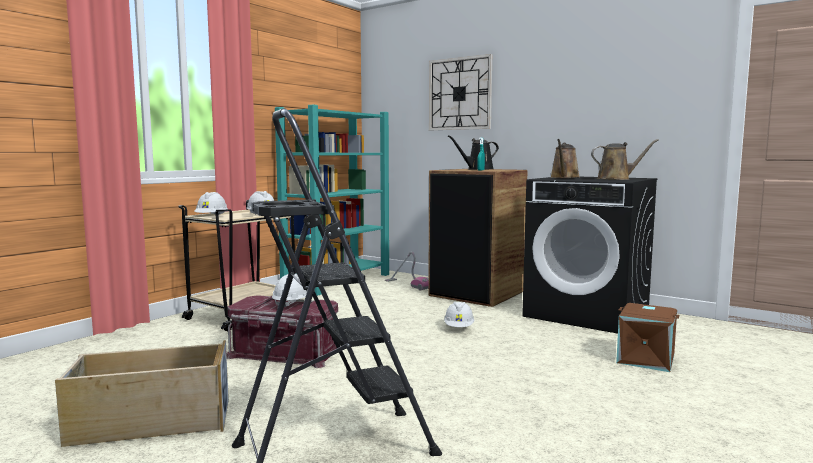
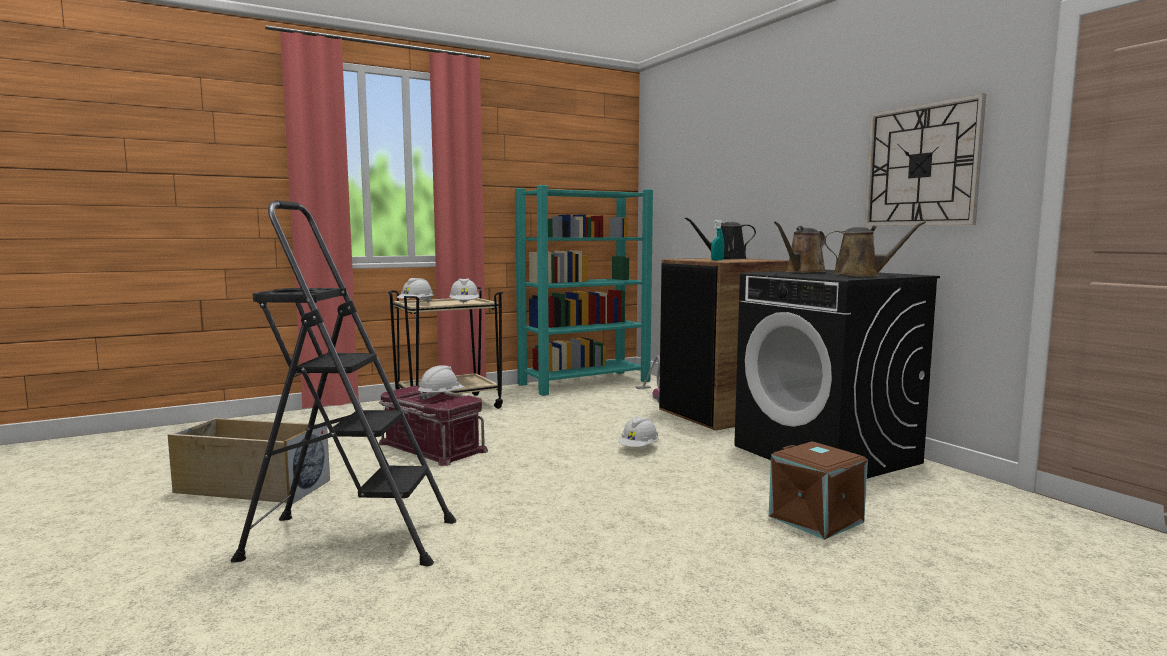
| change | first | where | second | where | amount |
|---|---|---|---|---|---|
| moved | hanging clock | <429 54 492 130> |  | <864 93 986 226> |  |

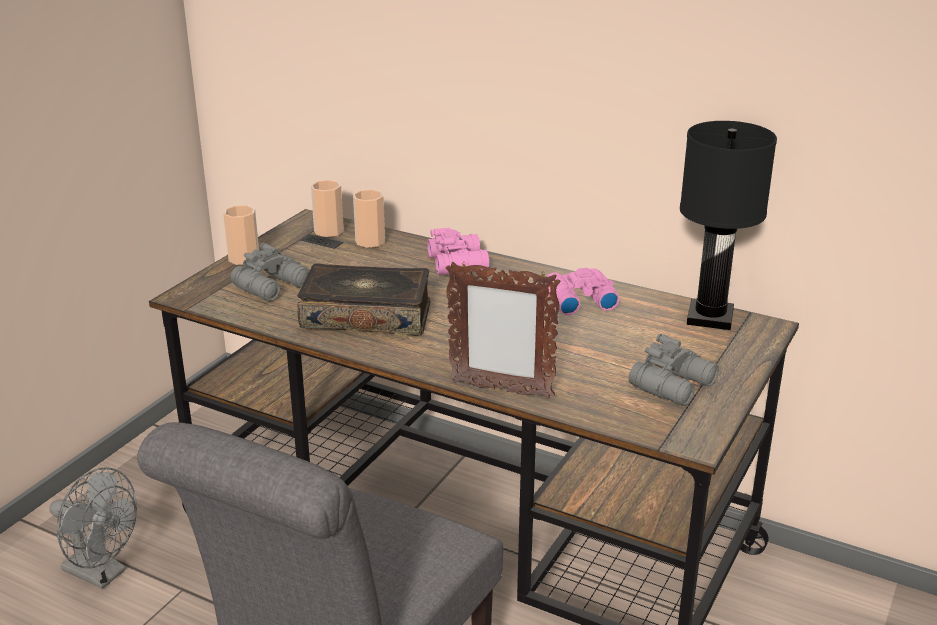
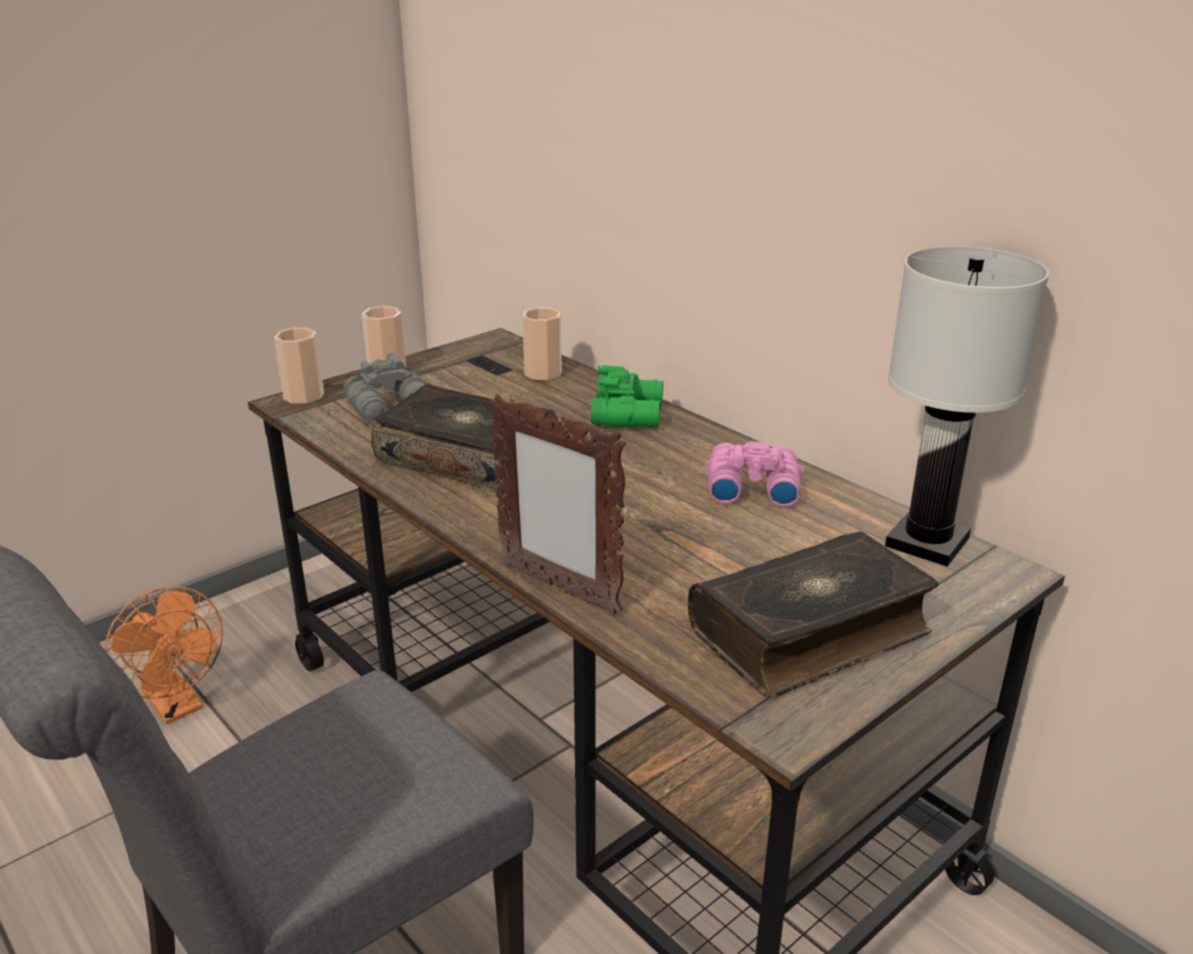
| change | first | where | second | where | amount |
|---|---|---|---|---|---|
| moved | small cup | <311 180 344 237> |  | <274 328 324 404> |  |
| replaced | grey binoculars | <628 334 719 406> | bound book | <688 531 939 697> |  |
| recoloured | grey electric fan | <49 467 137 589> | orange-coloured electric fan | <104 586 223 724> |  |
| recoloured | pink-coloured binoculars | <427 228 489 275> | green binoculars | <591 365 663 428> |  |
| recoloured | black table lamp | <680 121 777 330> | white-coloured table lamp | <885 246 1049 566> |  |

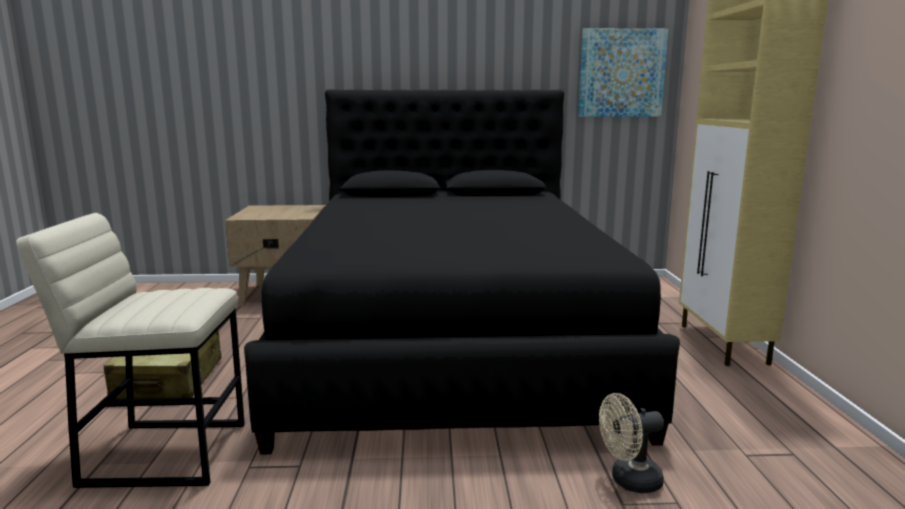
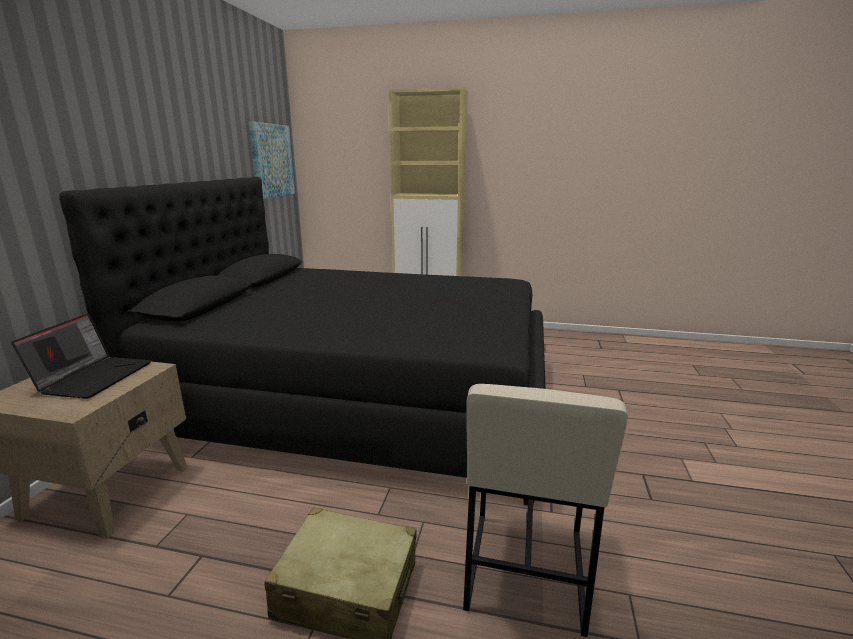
| change | first | where | second | where | amount |
|---|---|---|---|---|---|
| removed | beige-coloured electric fan | <599 393 664 493> |  |  |  |
| added |  |  | notebook computer | <11 313 151 399> |  |

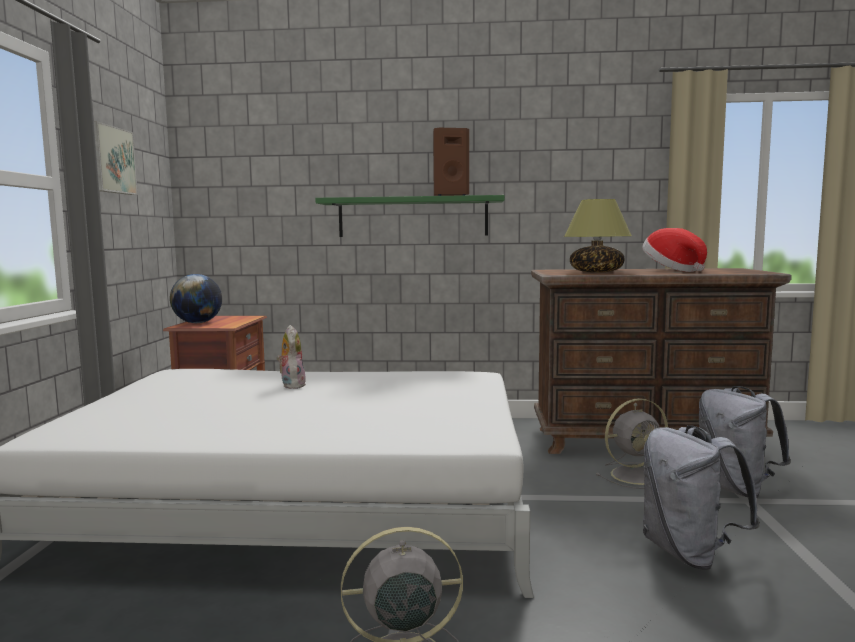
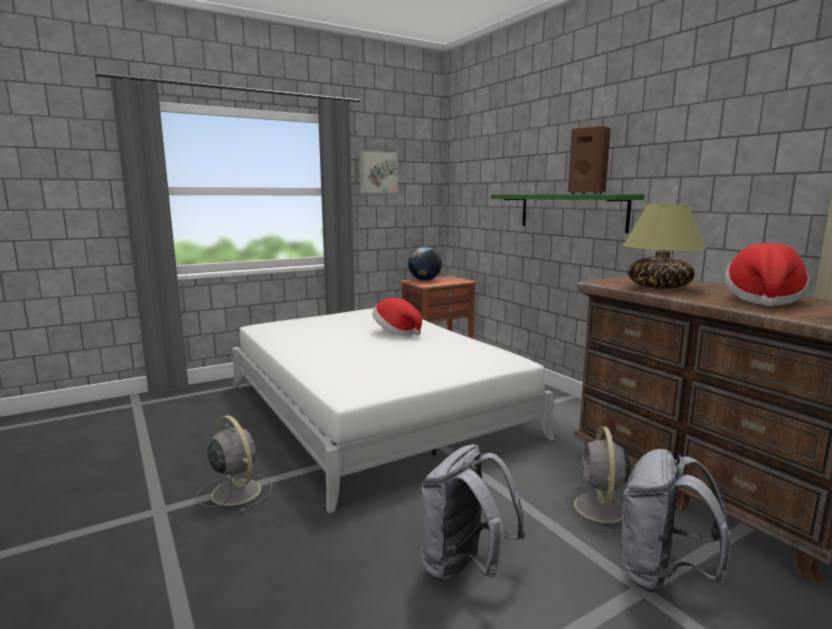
| change | first | where | second | where | amount |
|---|---|---|---|---|---|
| replaced | cuddly toy | <276 325 306 389> | clothing hat | <372 298 422 336> |  |
| turned | grey electric fan | <596 398 668 489> |  | <563 426 631 531> | 60 degrees clockwise |

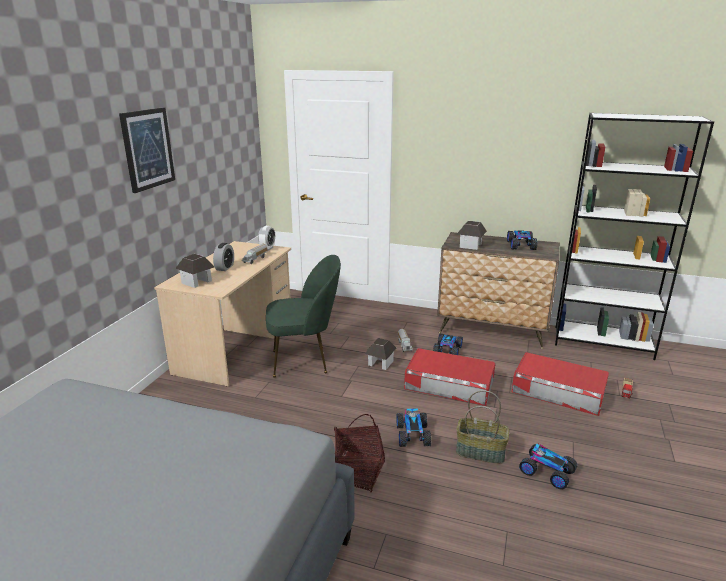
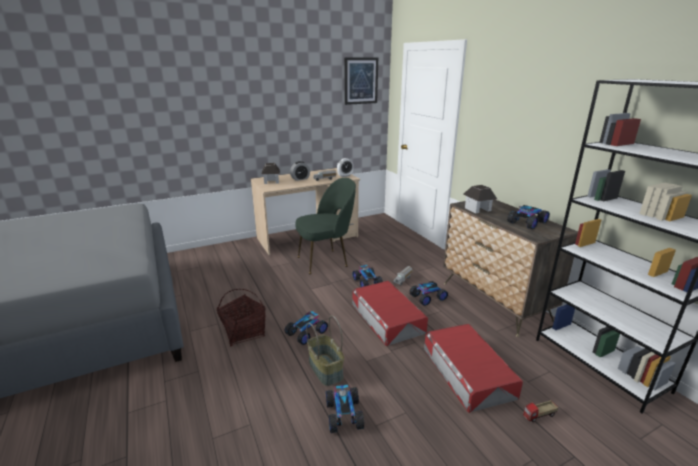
| change | first | where | second | where | amount |
|---|---|---|---|---|---|
| moved | wall art | <119 107 175 193> |  | <344 57 378 105> |  |
| replaced | toy house | <365 338 396 370> | miniature car | <353 265 383 287> |  |
| turned | green chair | <266 255 341 378> |  | <295 178 356 274> | 60 degrees counterclockwise |

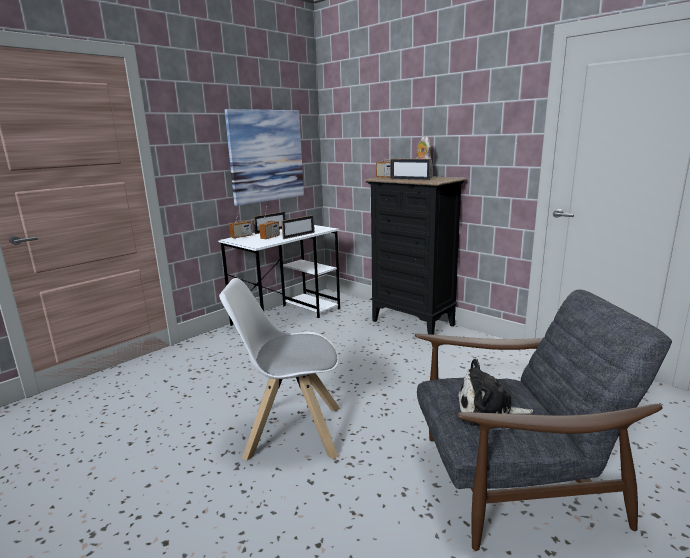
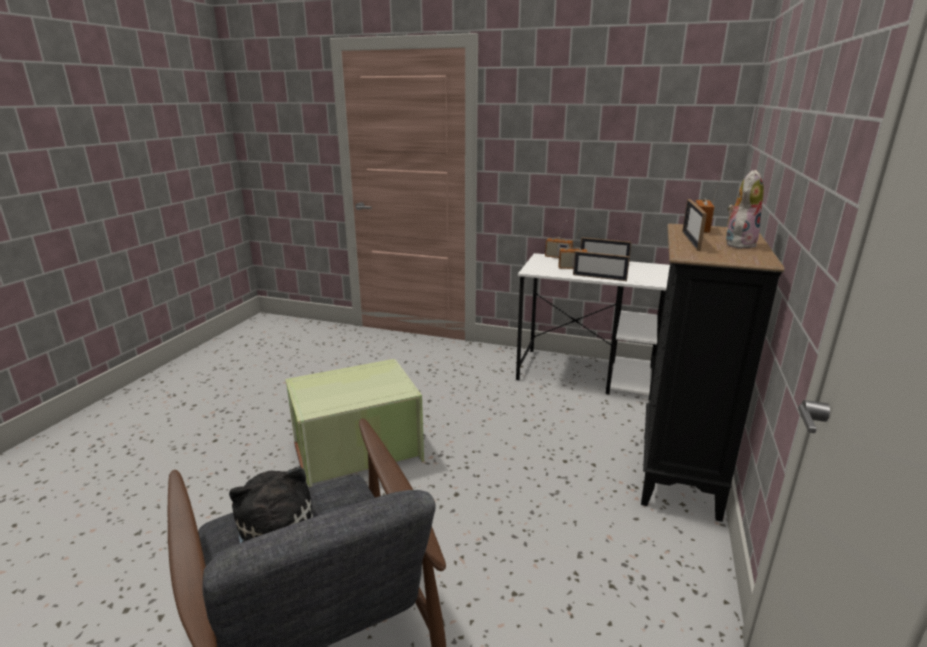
| change | first | where | second | where | amount |
|---|---|---|---|---|---|
| removed | wall art | <224 109 304 206> |  |  |  |
| replaced | chair | <219 278 340 461> | green storage container | <285 359 424 487> |  |

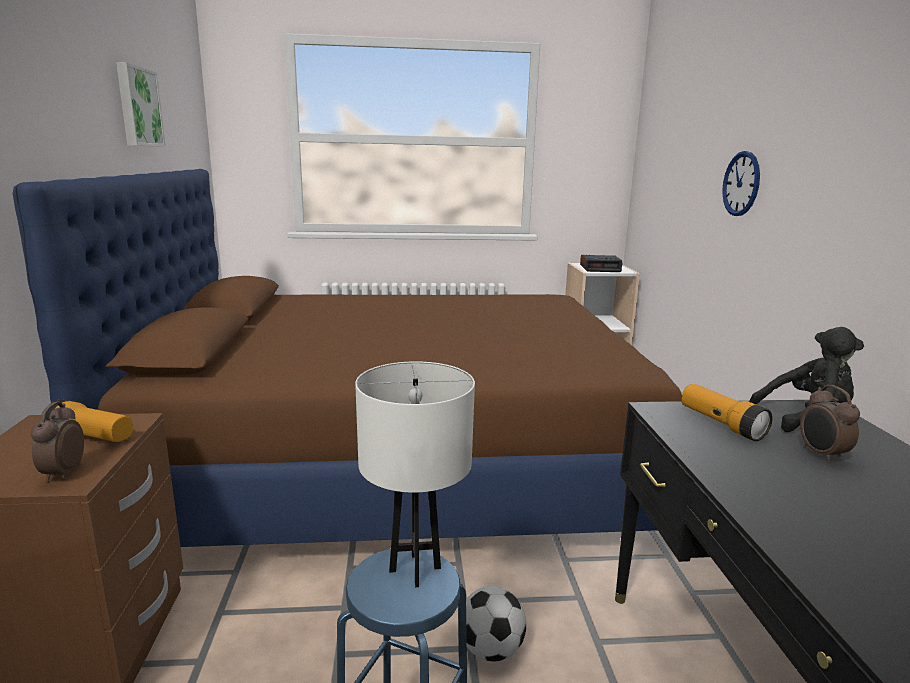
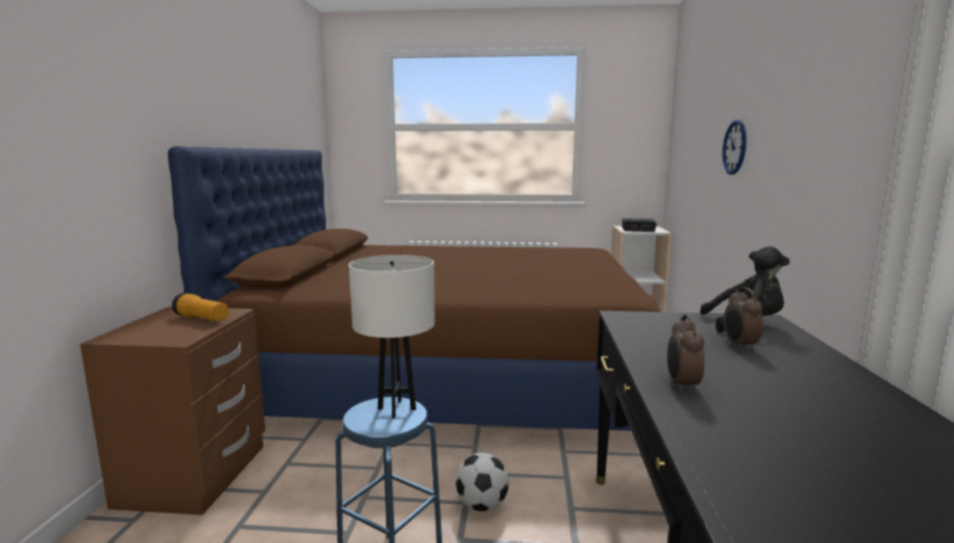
| change | first | where | second | where | amount |
|---|---|---|---|---|---|
| removed | wall art | <116 62 166 147> |  |  |  |
| removed | hand torch | <681 384 773 441> |  |  |  |
| moved | table clock | <31 402 84 483> |  | <667 315 705 392> |  |

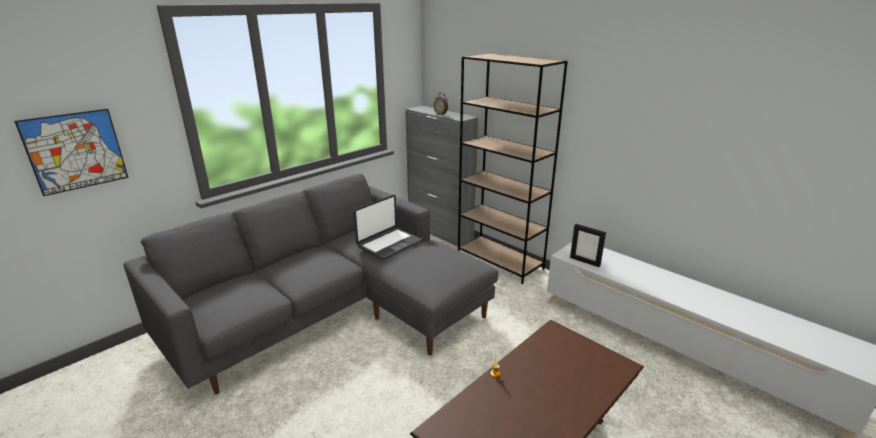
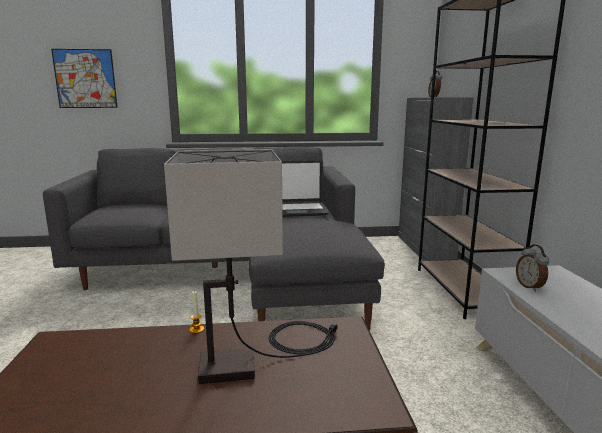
| change | first | where | second | where | amount |
|---|---|---|---|---|---|
| added |  |  | table lamp | <164 149 338 384> |  |
| replaced | standing frame | <570 224 606 267> | table clock | <516 245 549 292> |  |

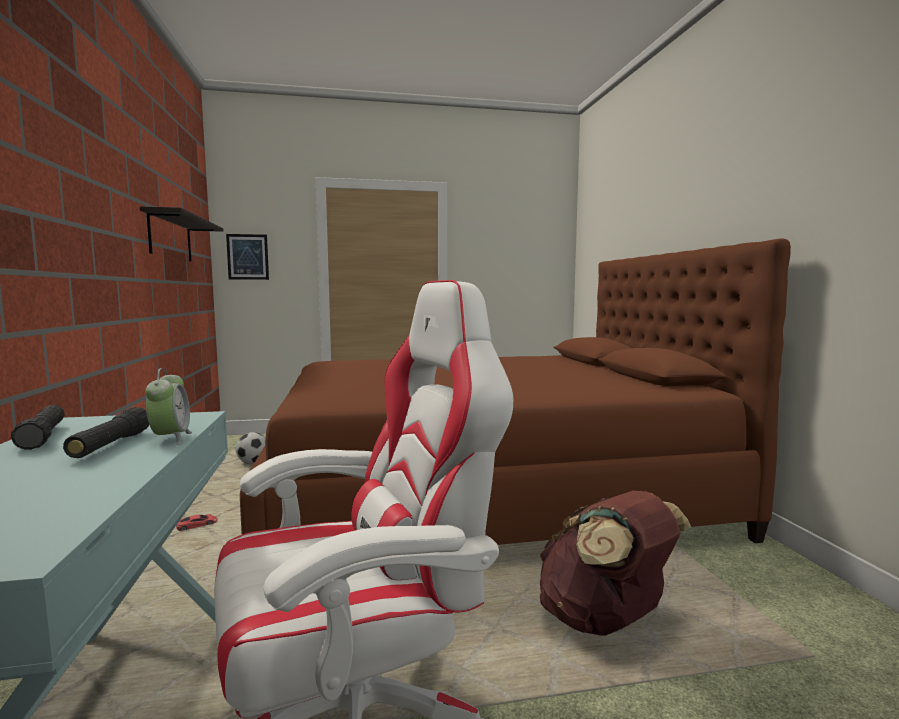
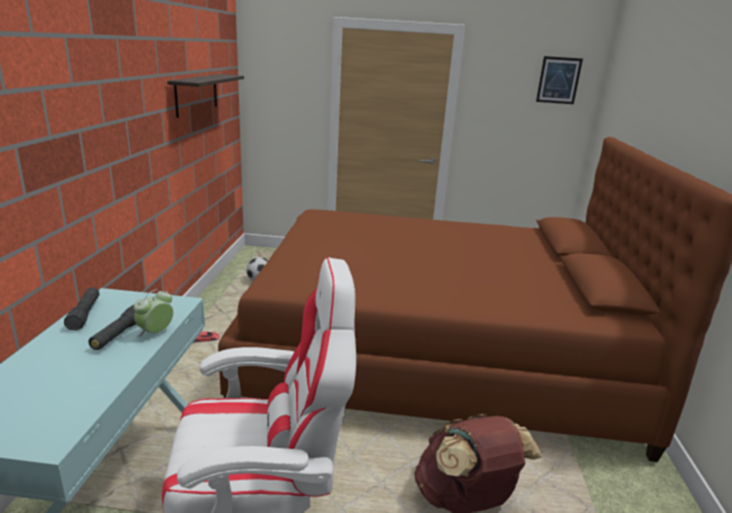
| change | first | where | second | where | amount |
|---|---|---|---|---|---|
| moved | wall art | <226 234 269 280> |  | <536 56 583 104> |  |
| turned | table clock | <146 368 192 445> |  | <134 289 173 337> | 150 degrees counterclockwise |

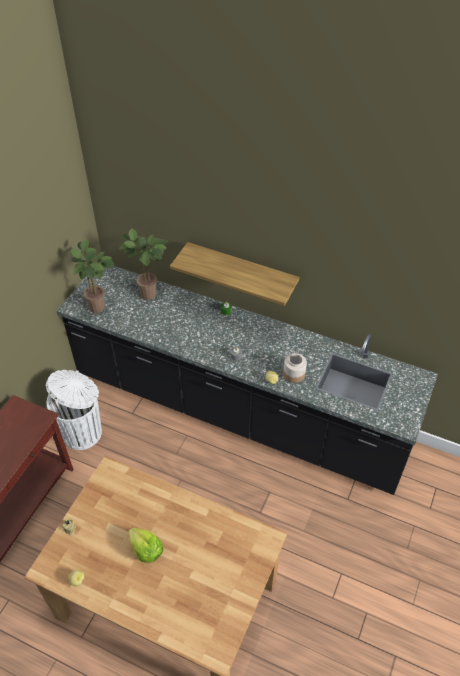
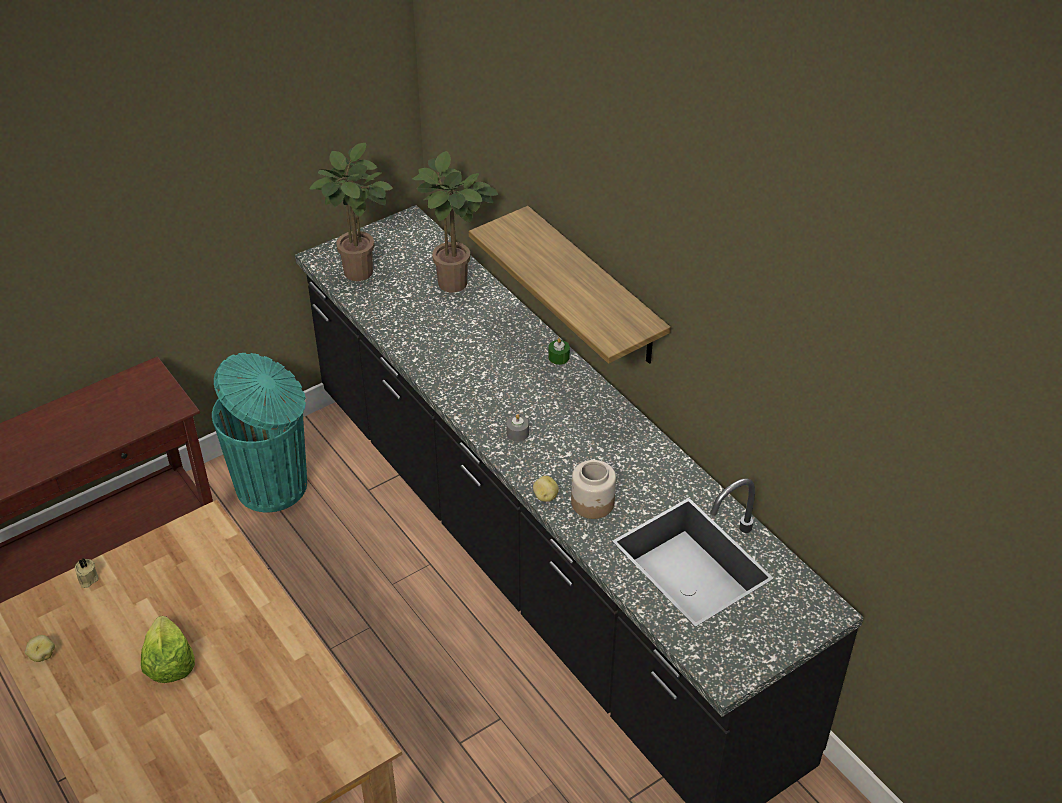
| change | first | where | second | where | amount |
|---|---|---|---|---|---|
| recoloured | white-coloured waste bin | <46 370 102 450> | turquoise waste bin | <212 353 307 512> |  |

